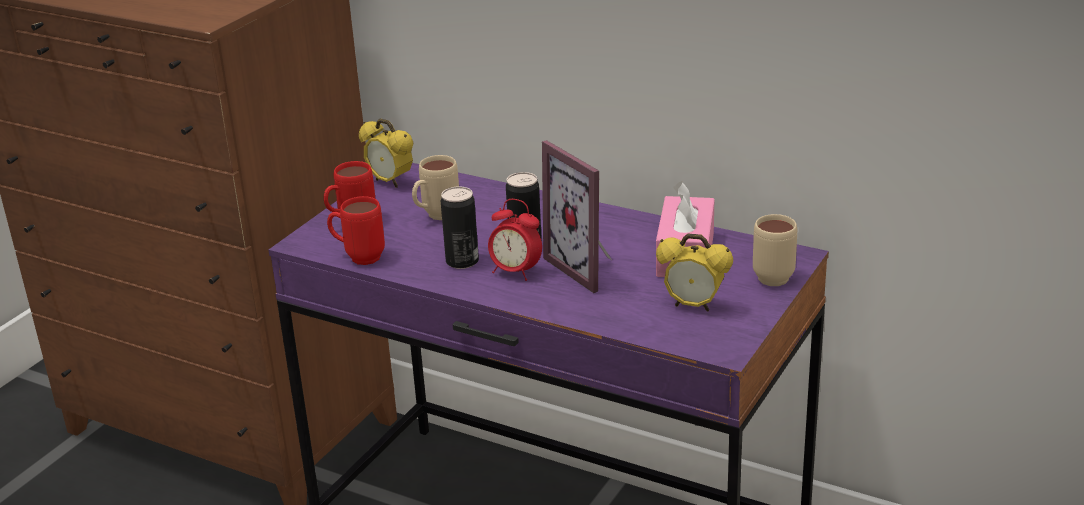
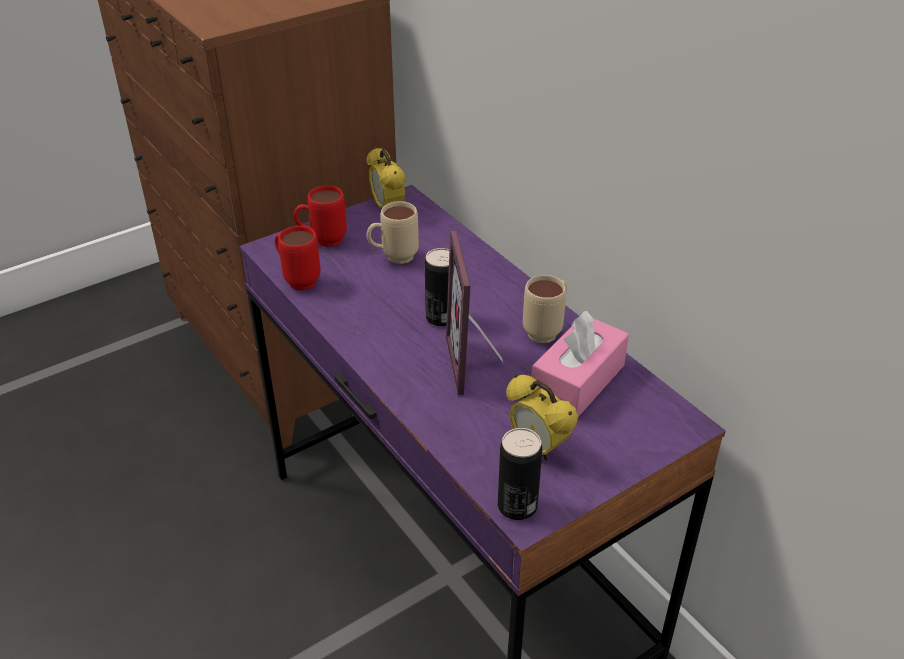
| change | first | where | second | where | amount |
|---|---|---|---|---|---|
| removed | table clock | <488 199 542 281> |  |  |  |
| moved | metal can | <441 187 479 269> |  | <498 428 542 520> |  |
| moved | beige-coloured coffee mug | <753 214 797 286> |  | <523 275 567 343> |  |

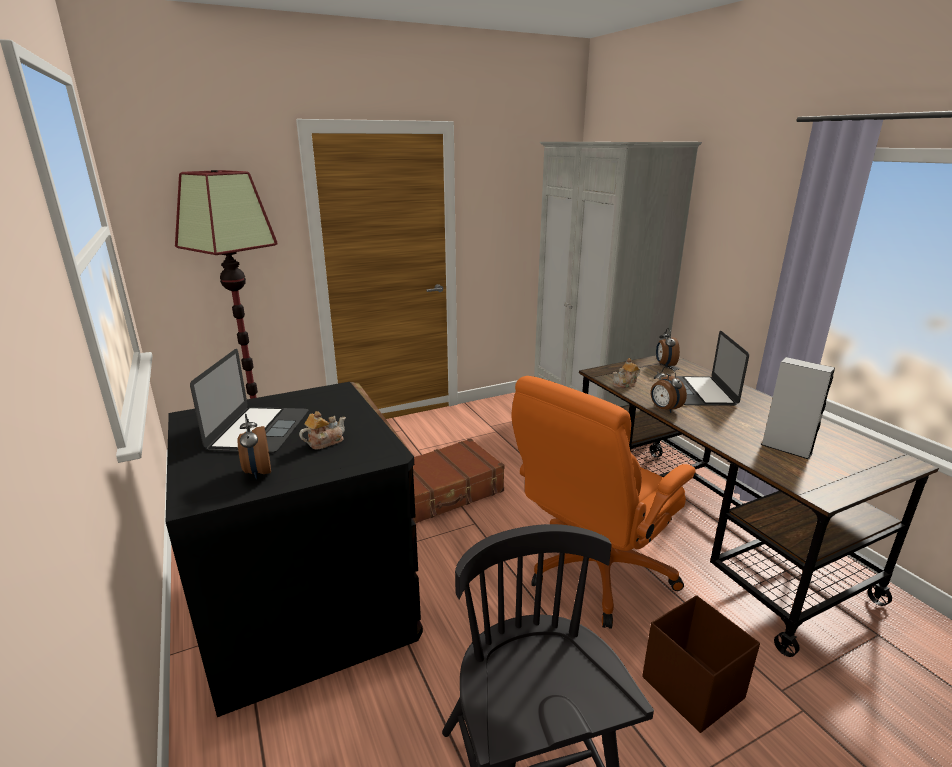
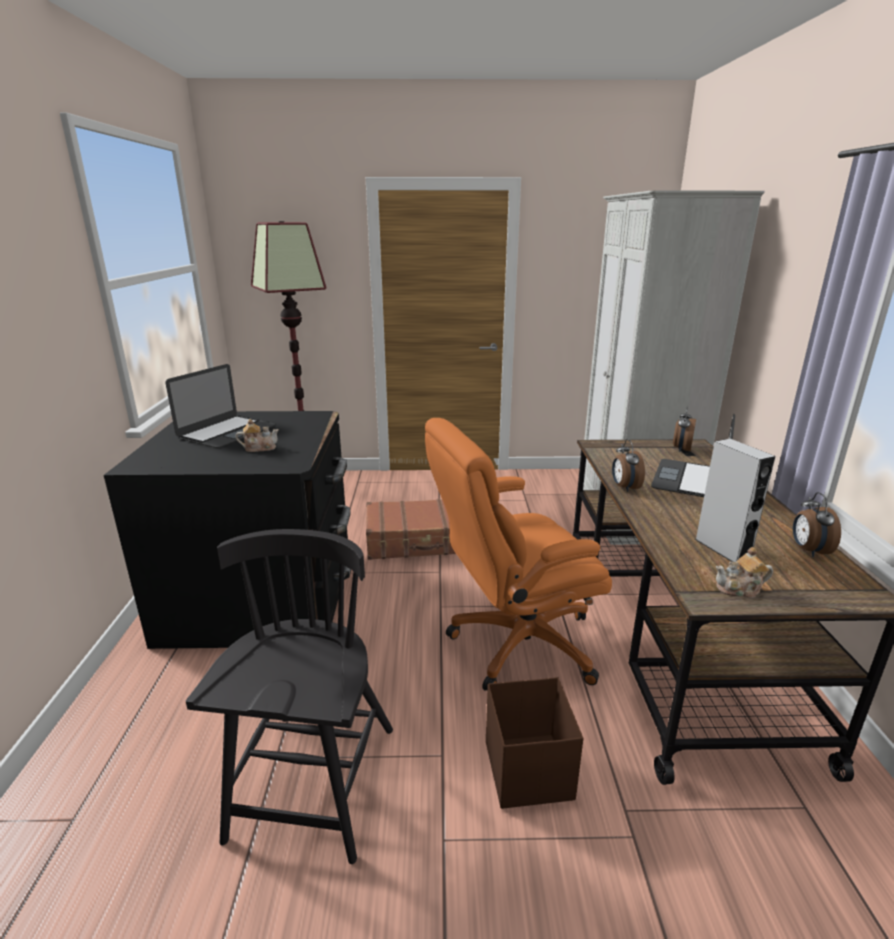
| change | first | where | second | where | amount |
|---|---|---|---|---|---|
| moved | table clock | <237 414 271 479> |  | <793 492 841 557> |  |
| moved | pot for tea | <613 358 640 388> |  | <716 547 773 598> |  |

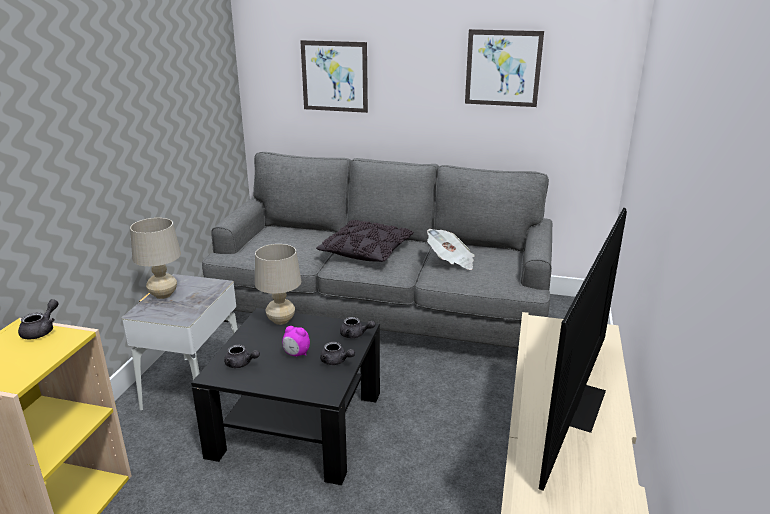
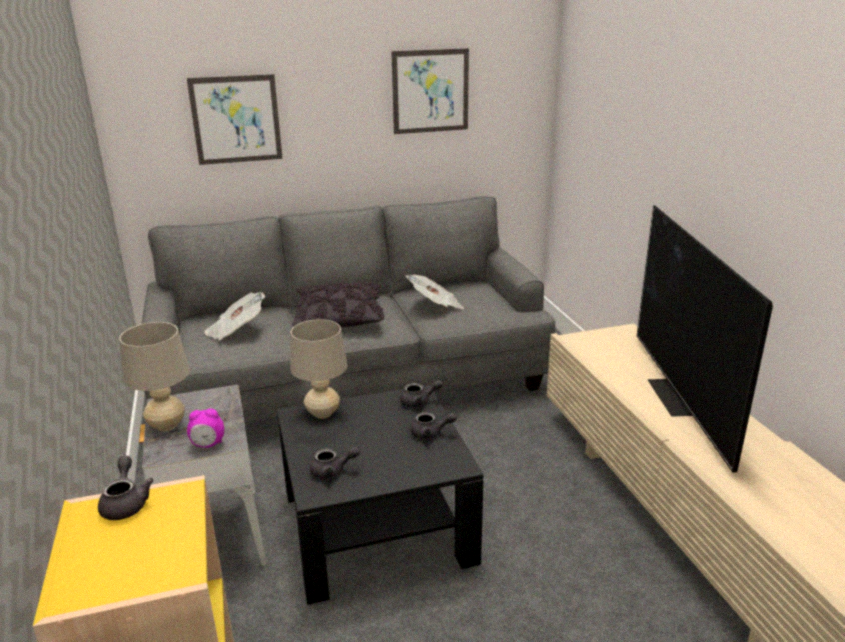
| change | first | where | second | where | amount |
|---|---|---|---|---|---|
| added |  |  | printed paper | <204 292 265 341> |  |
| moved | table clock | <282 326 310 356> |  | <187 409 224 448> |  |

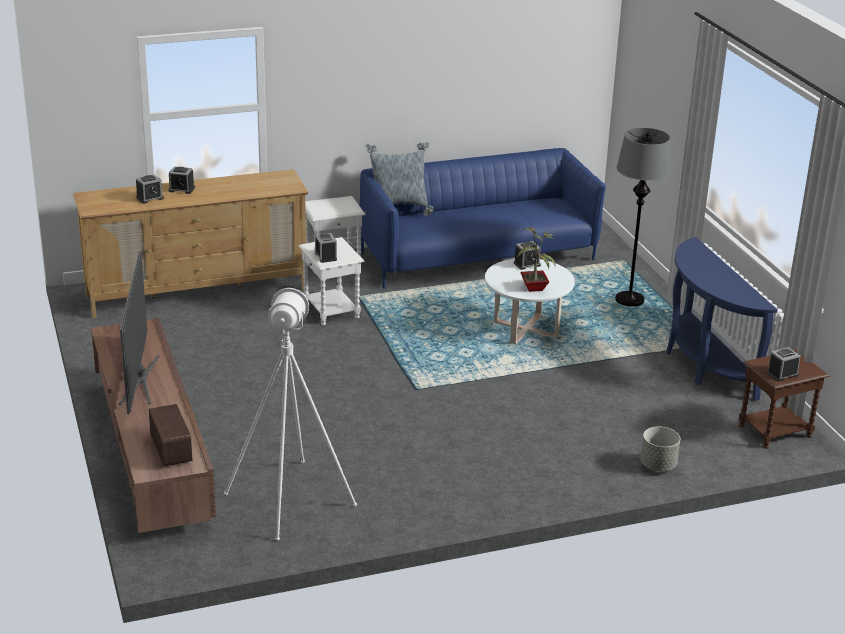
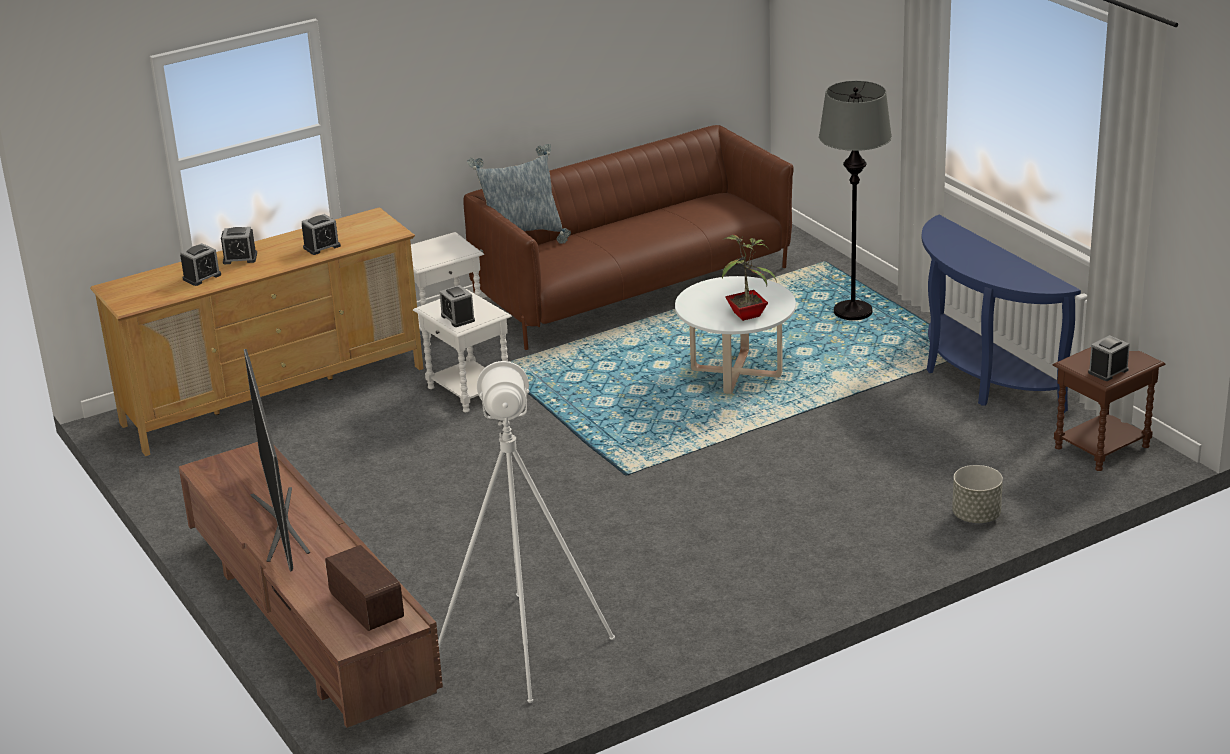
| change | first | where | second | where | amount |
|---|---|---|---|---|---|
| moved | table clock | <514 241 541 270> |  | <302 214 341 255> |  |
| recoloured | blue-coloured couch | <359 148 606 288> | brown couch | <463 125 794 350> |  |

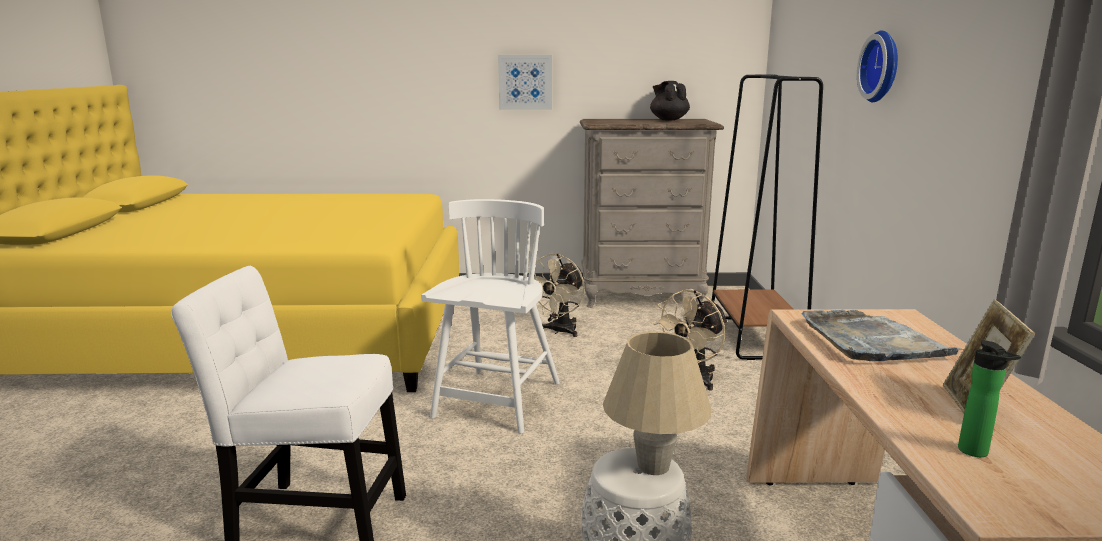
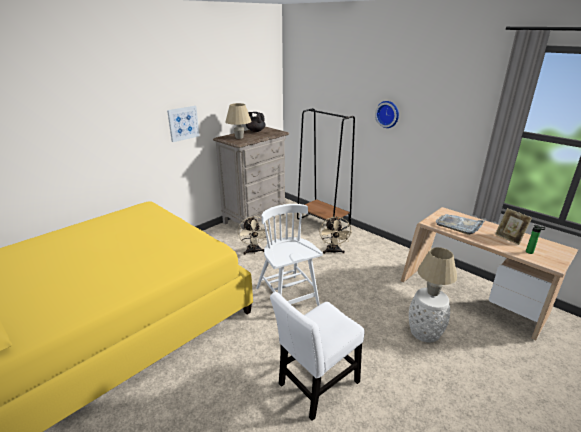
| change | first | where | second | where | amount |
|---|---|---|---|---|---|
| added |  |  | beige-coloured table lamp | <226 103 251 139> |  |

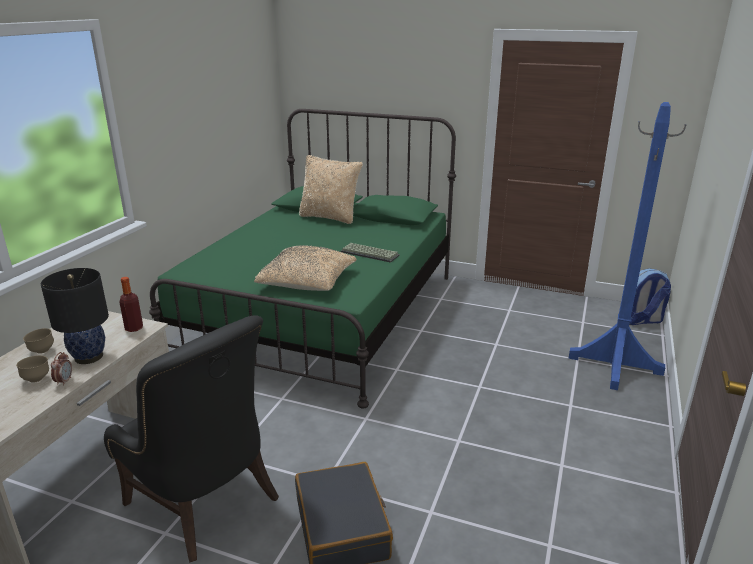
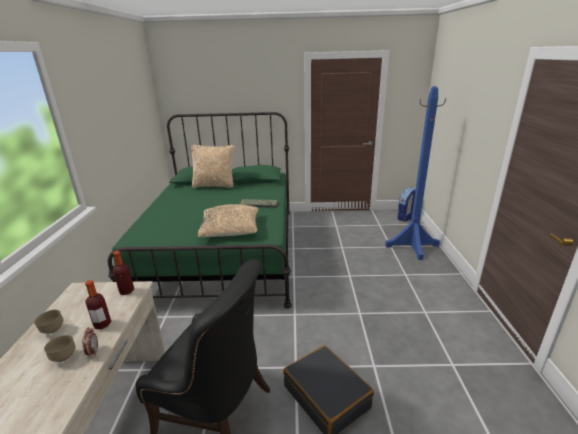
| change | first | where | second | where | amount |
|---|---|---|---|---|---|
| replaced | black table lamp | <41 268 109 364> | drink bottle | <85 280 111 329> |  |

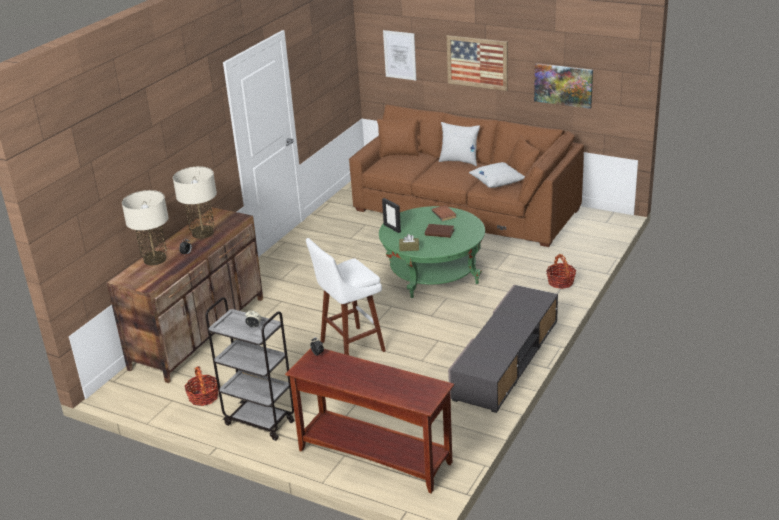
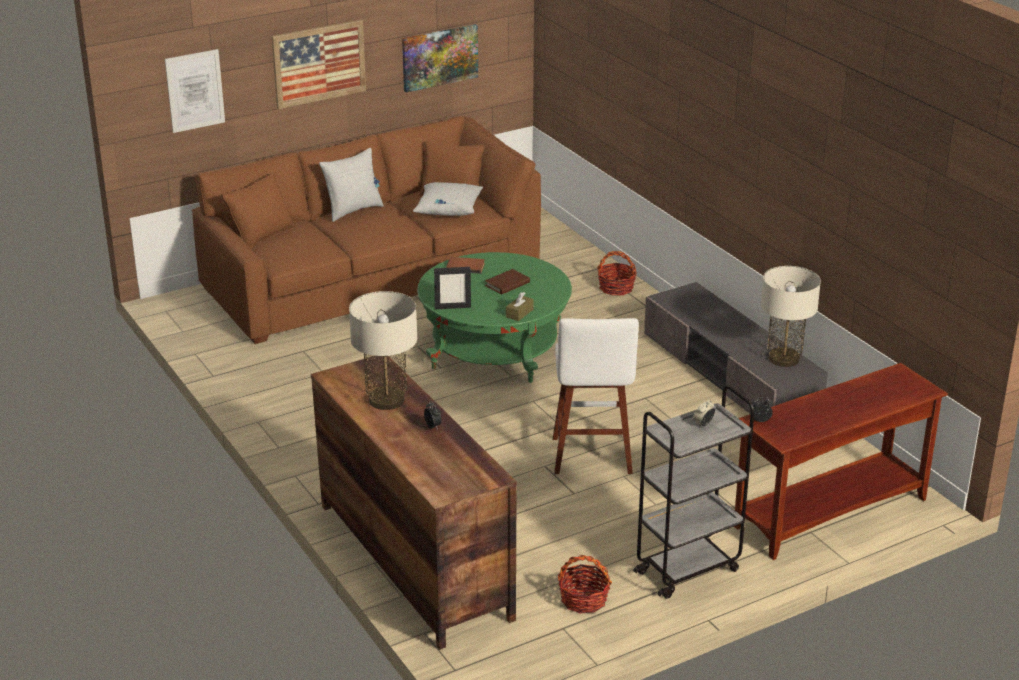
| change | first | where | second | where | amount |
|---|---|---|---|---|---|
| moved | table lamp | <122 190 168 265> |  | <761 266 821 367> |  |

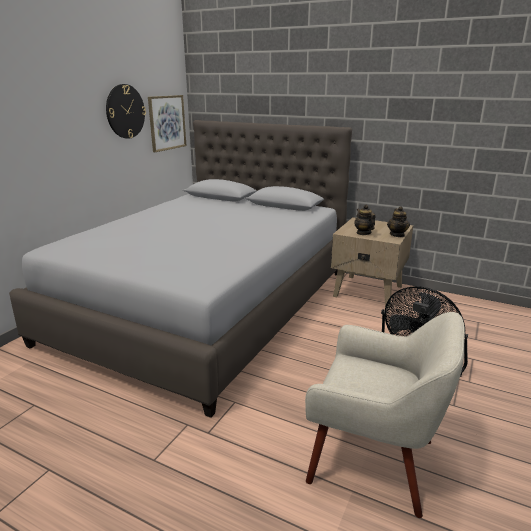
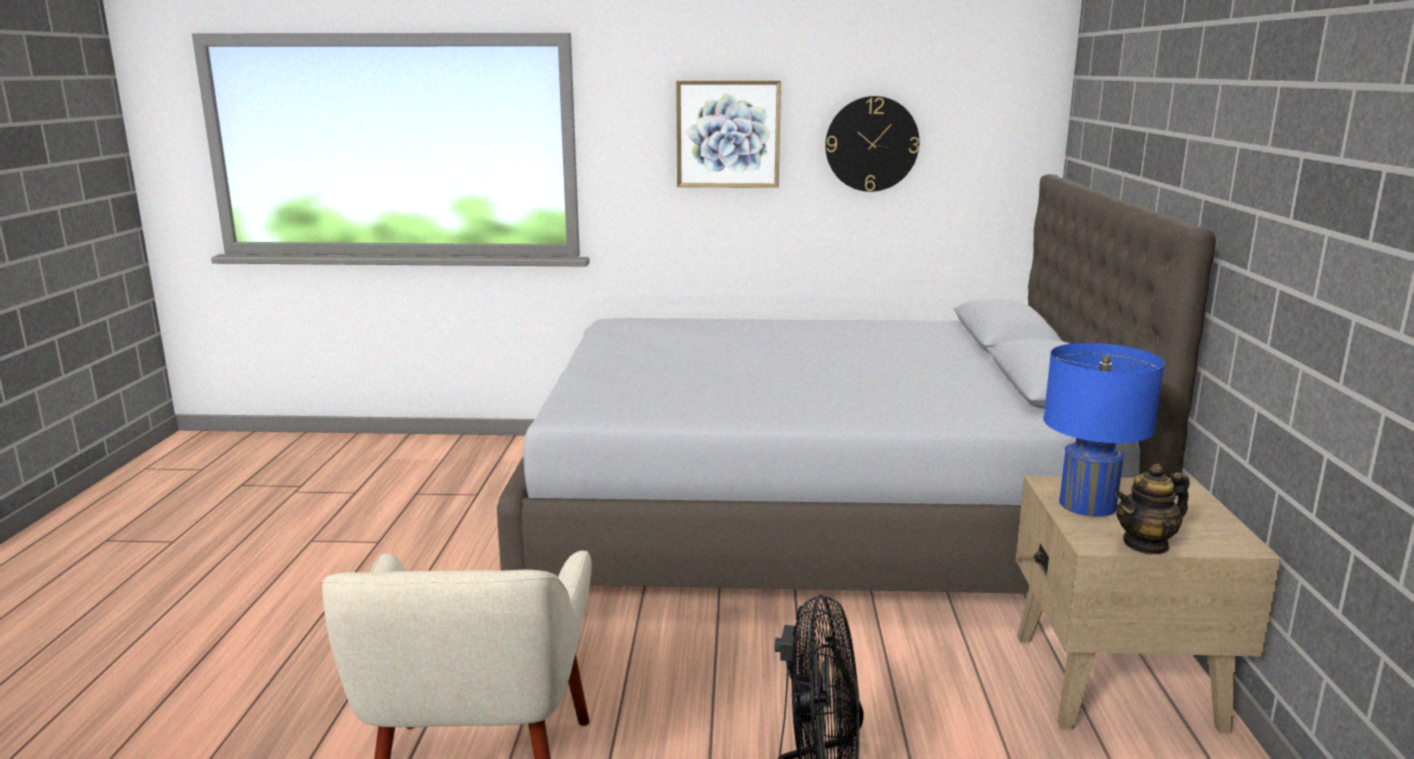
| change | first | where | second | where | amount |
|---|---|---|---|---|---|
| moved | wall art | <148 95 186 152> |  | <676 80 781 188> |  |
| replaced | pot for tea | <354 205 375 235> | blue-coloured table lamp | <1043 343 1165 517> |  |

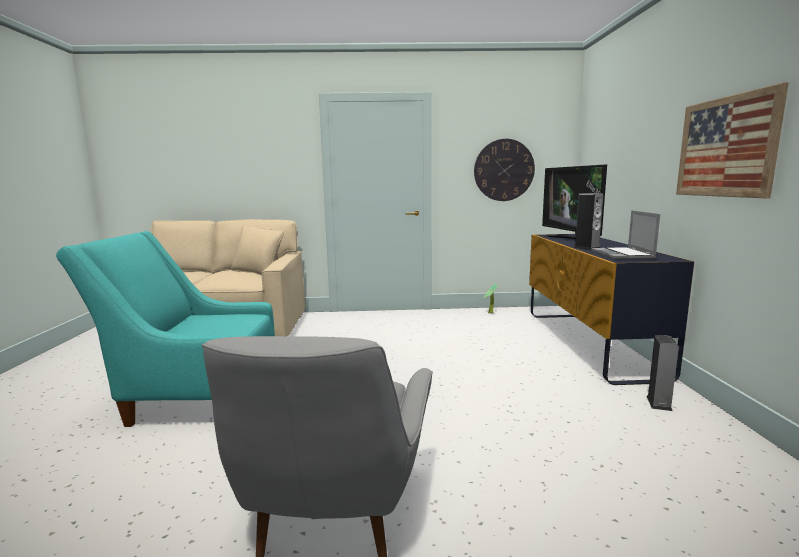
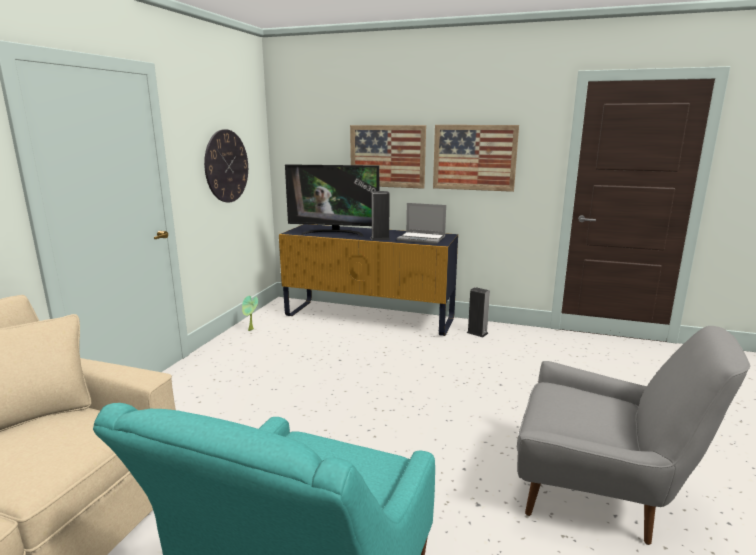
| change | first | where | second | where | amount |
|---|---|---|---|---|---|
| added |  |  | wall art | <350 125 426 189> |  |

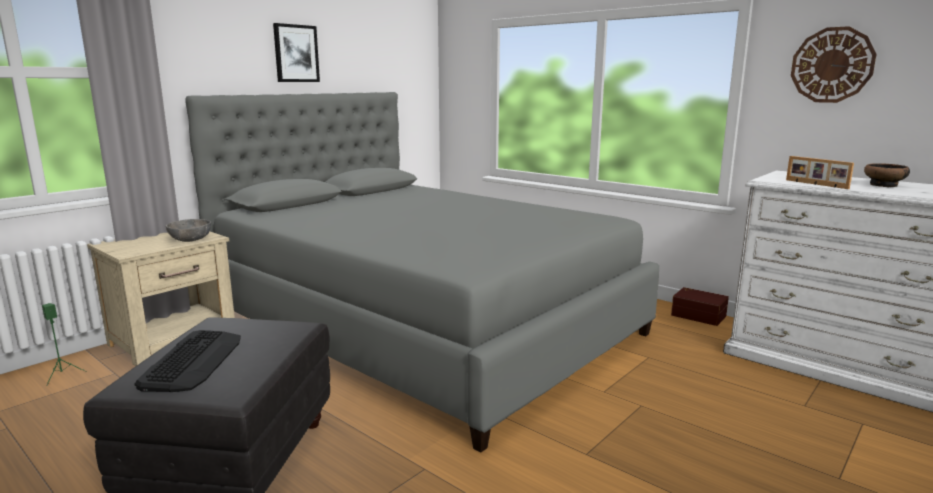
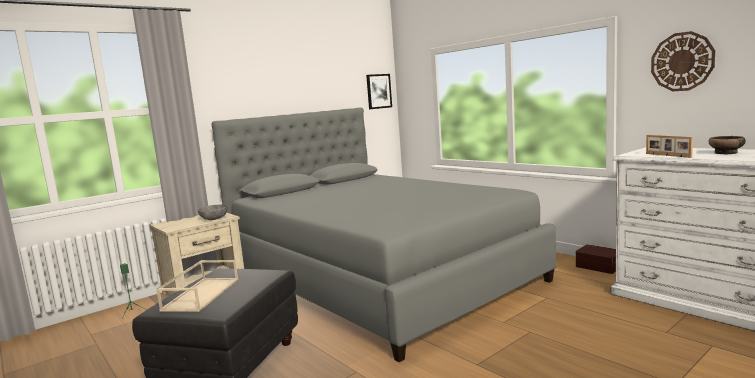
| change | first | where | second | where | amount |
|---|---|---|---|---|---|
| moved | wall art | <273 23 320 82> |  | <366 74 392 109> |  |
| replaced | keyboard | <134 330 241 392> | beige-coloured serving tray | <156 260 238 312> |  |

